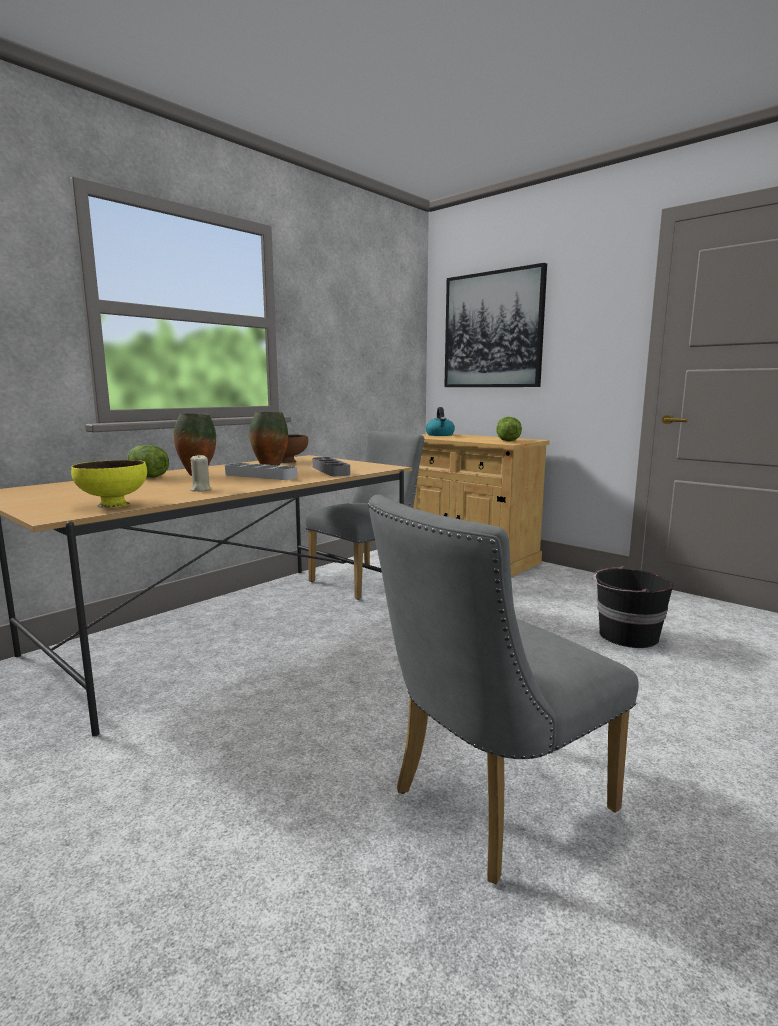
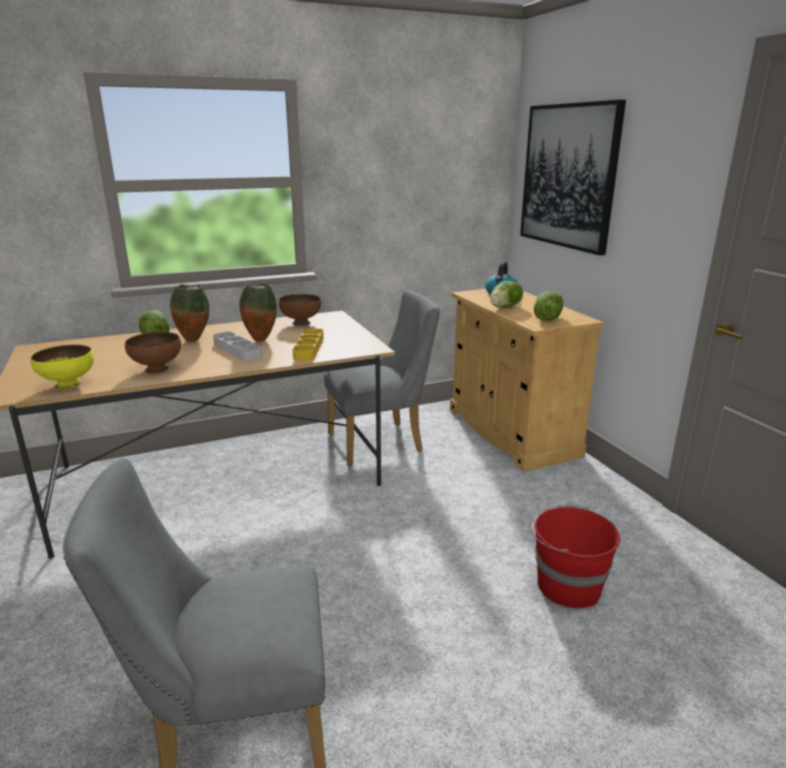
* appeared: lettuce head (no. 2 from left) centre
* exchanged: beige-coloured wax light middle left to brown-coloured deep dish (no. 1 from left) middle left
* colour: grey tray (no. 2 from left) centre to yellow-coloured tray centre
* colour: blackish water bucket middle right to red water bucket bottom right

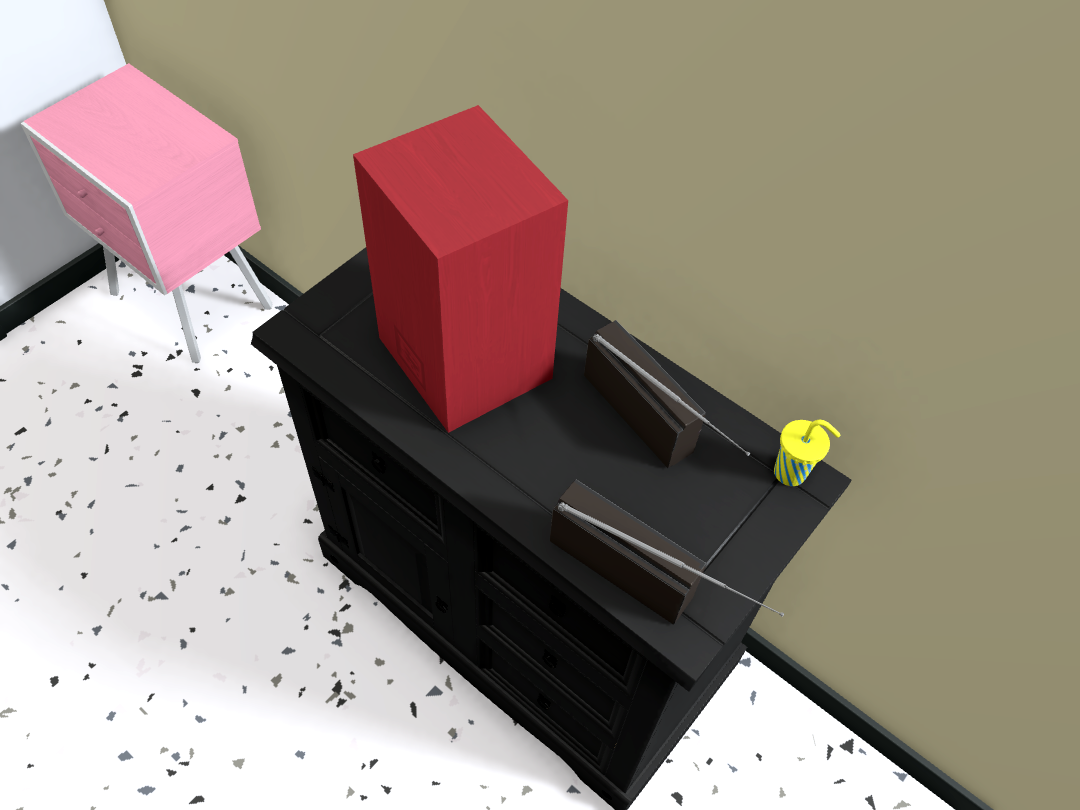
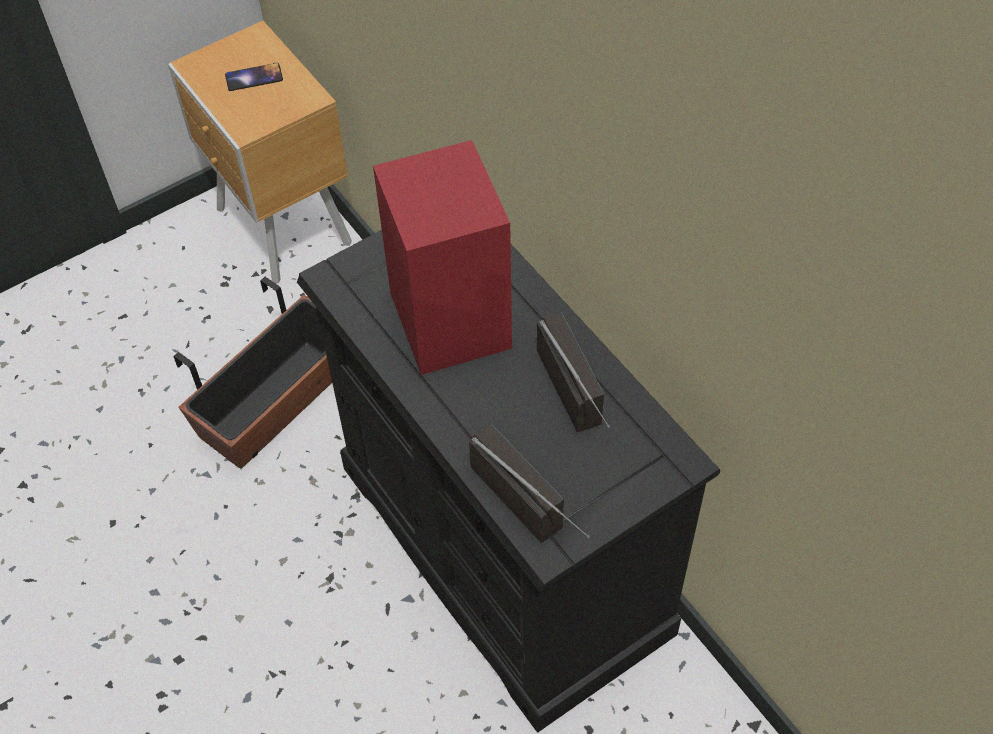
* missing: yellow-coloured small cup middle right
* appeared: plant pot middle left
* appeared: handset top left
* colour: pink-coloured nightstand top left to brown-coloured nightstand top left

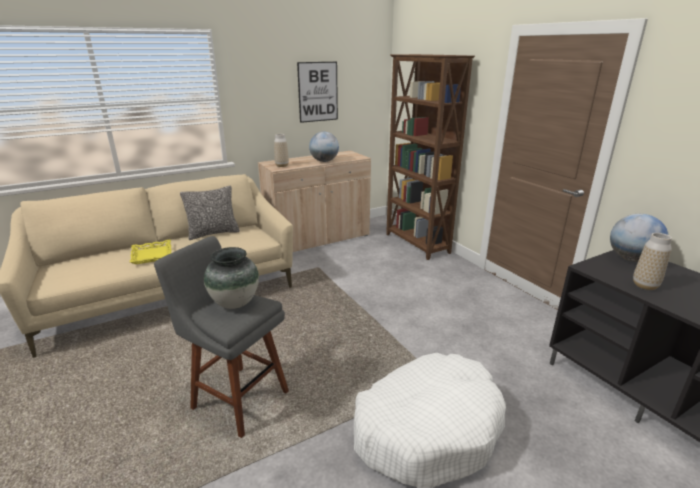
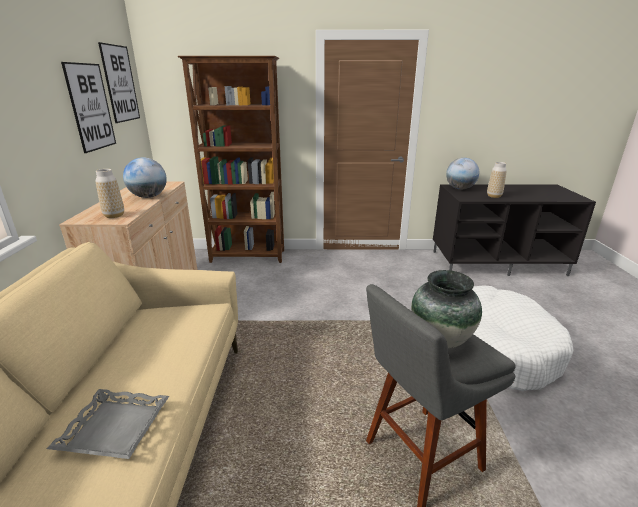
* missing: pillow middle left
* appeared: picture (no. 2 from left) top left
* colour: yellow-coloured tray middle left to grey tray bottom left

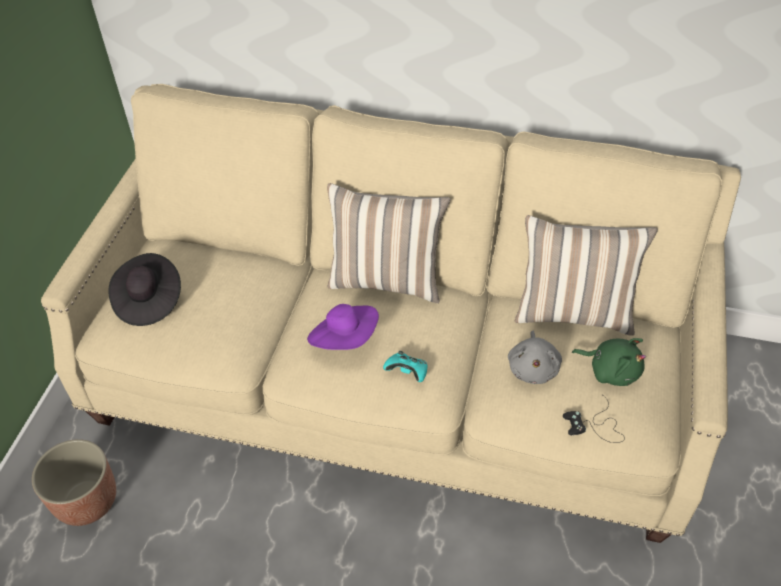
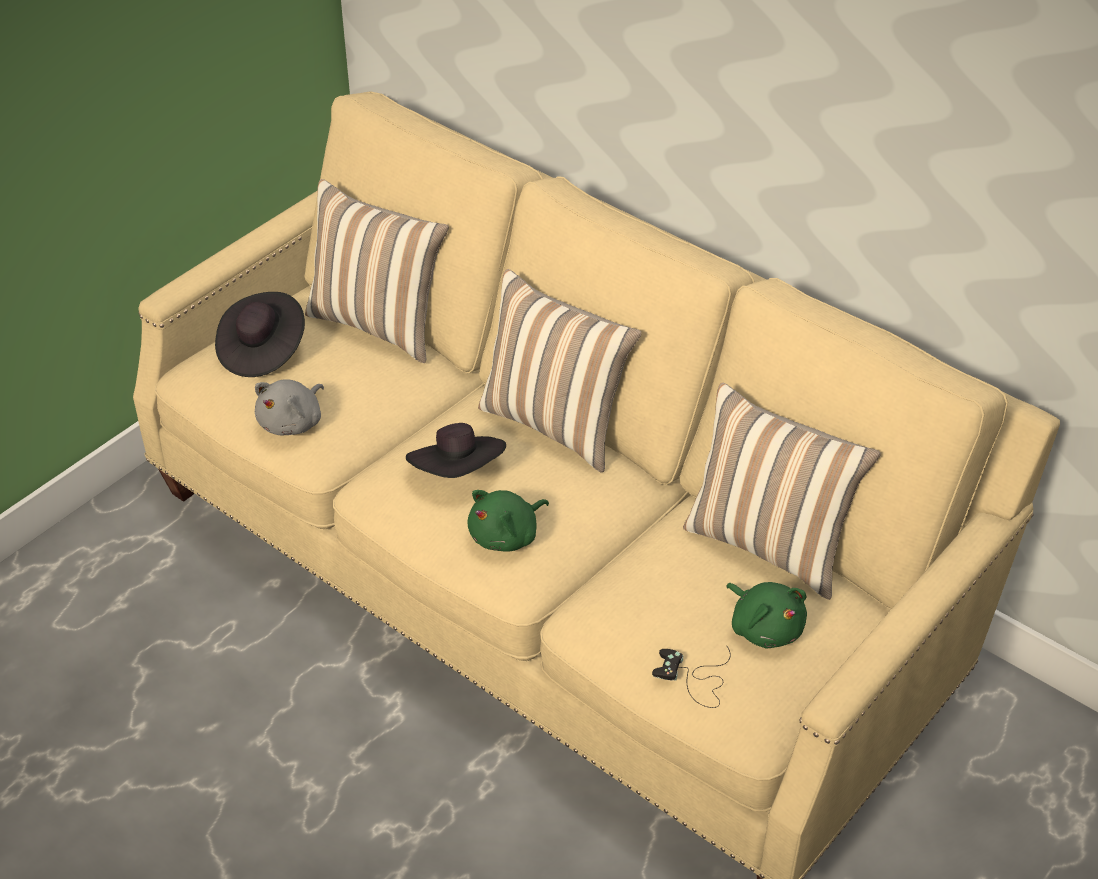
* missing: plant pot bottom left
* appeared: pillow (no. 1 from left) top centre
* relocated: grey soft toy middle right to middle left
* exchanged: blue-green gamepad centre to green-coloured soft toy (no. 1 from left) centre
* colour: purple hat centre to blackish hat (no. 2 from left) centre

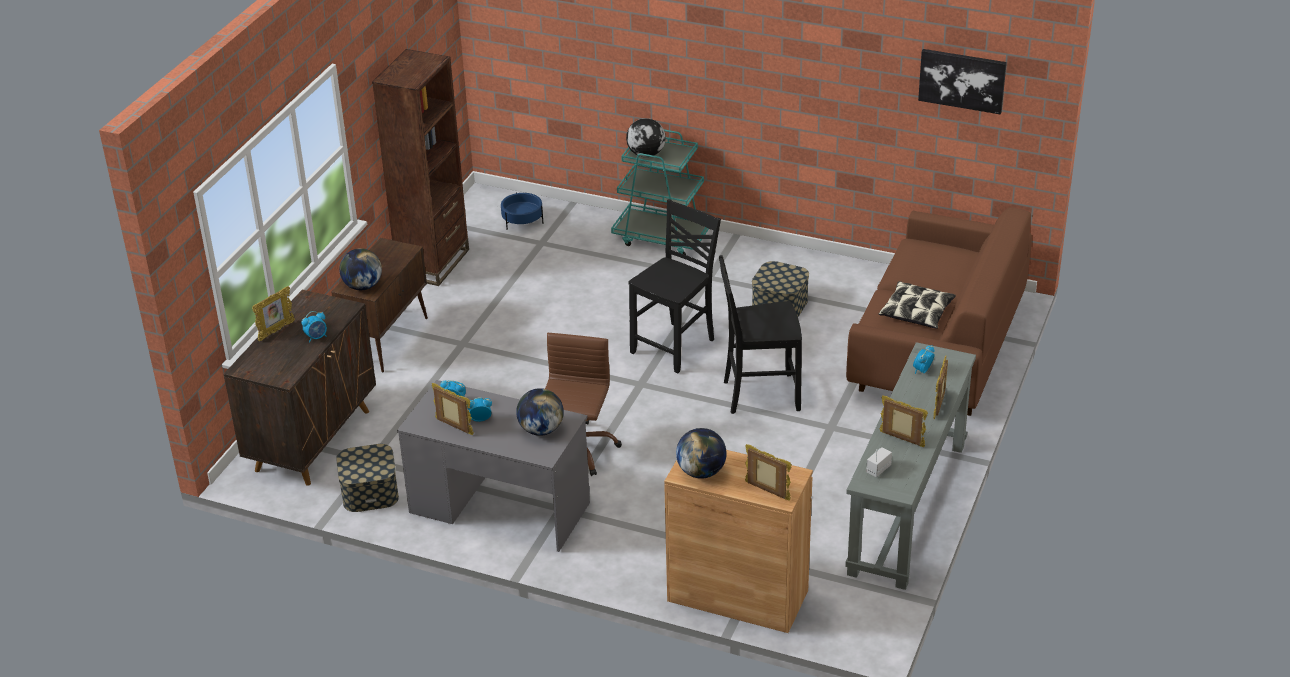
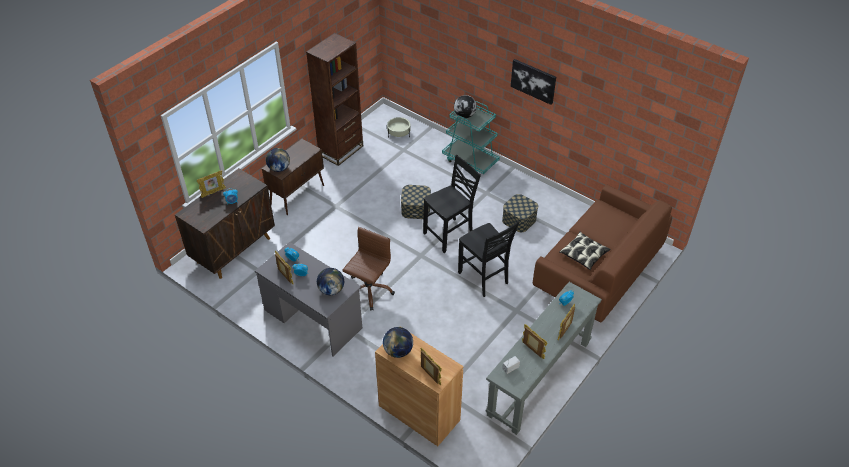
* relocated: storage box (no. 1 from left) bottom left to centre
* relocated: picture top right to top centre
* colour: bluish plant pot top centre to beige-coloured plant pot top centre
* spun: blackish chair (no. 2 from left) centre = centre 135 degrees counterclockwise

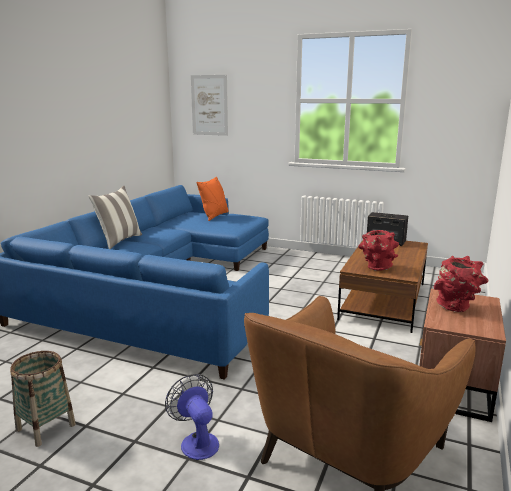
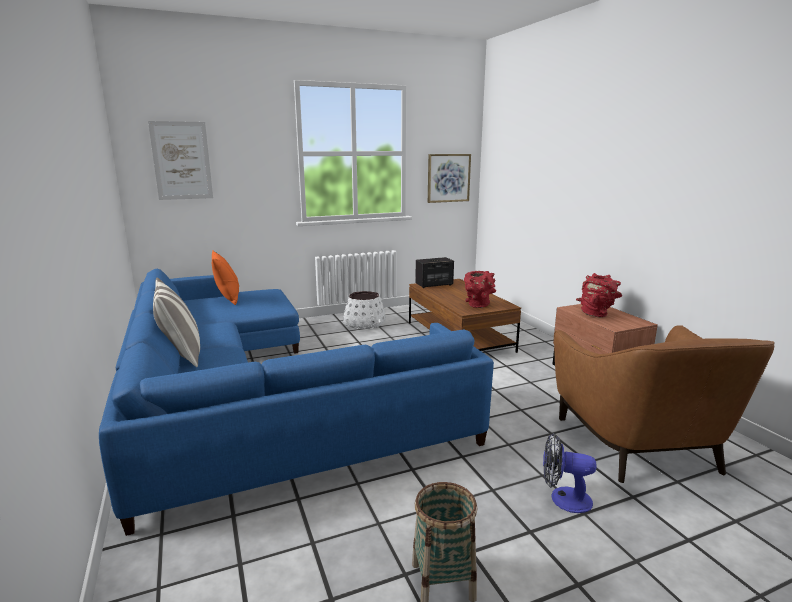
* appeared: white-coloured plant pot centre
* appeared: picture (no. 2 from left) top centre

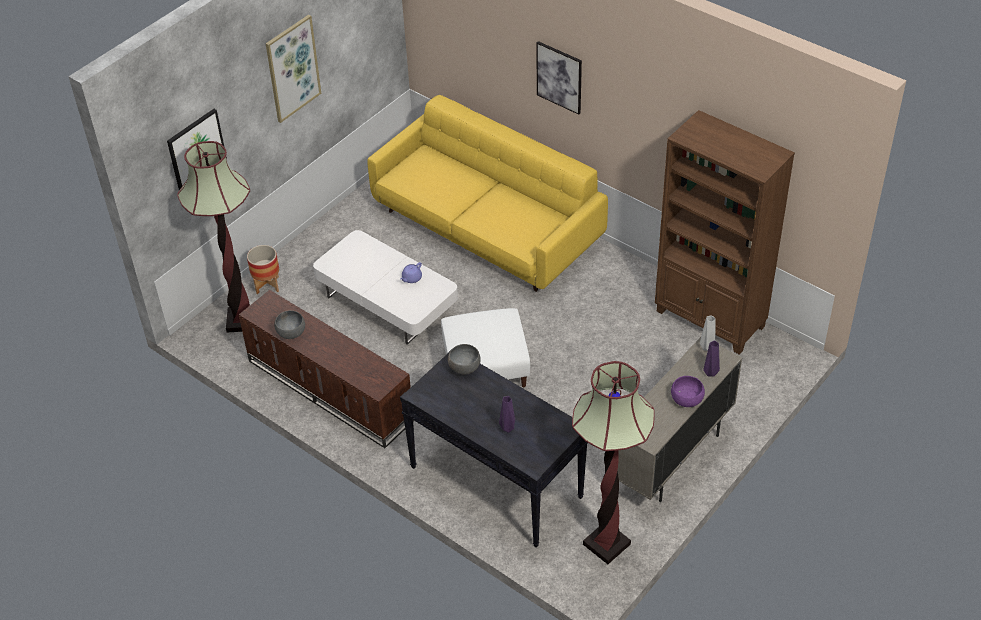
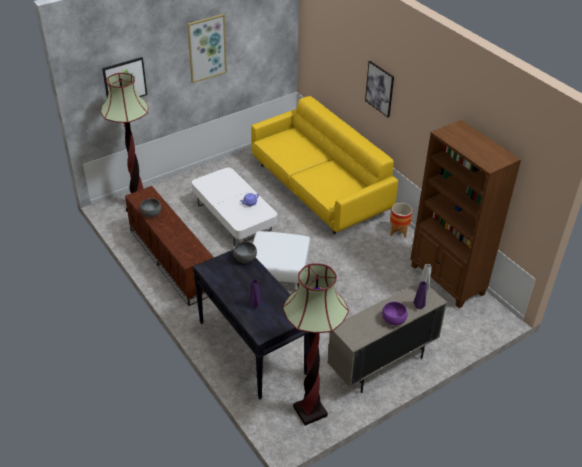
* relocated: plant pot middle left to middle right

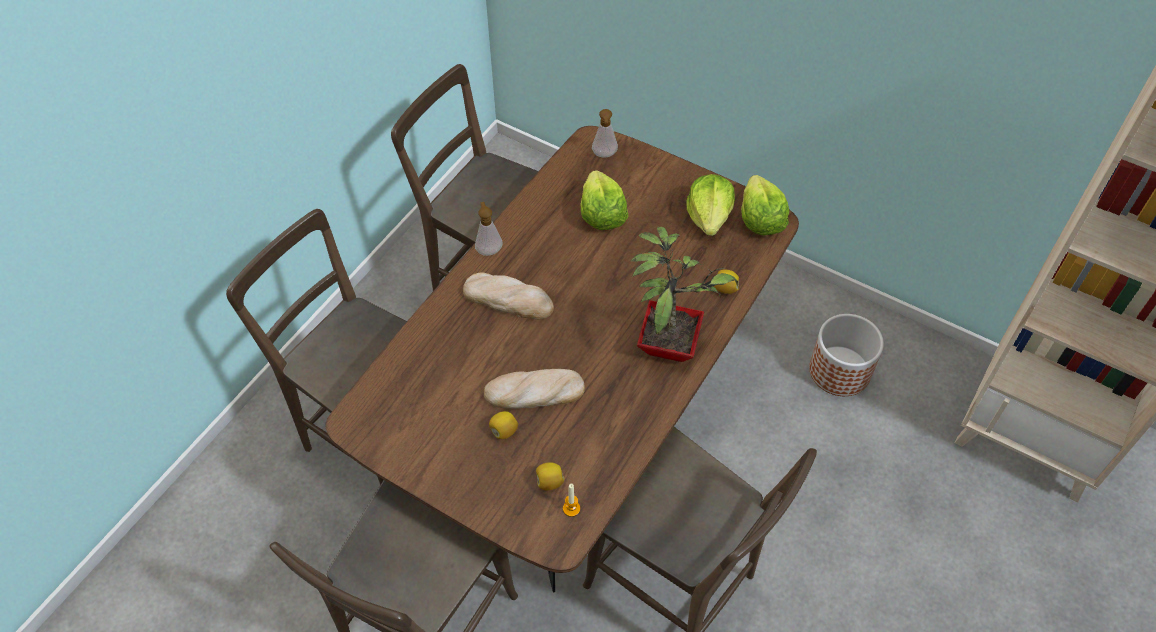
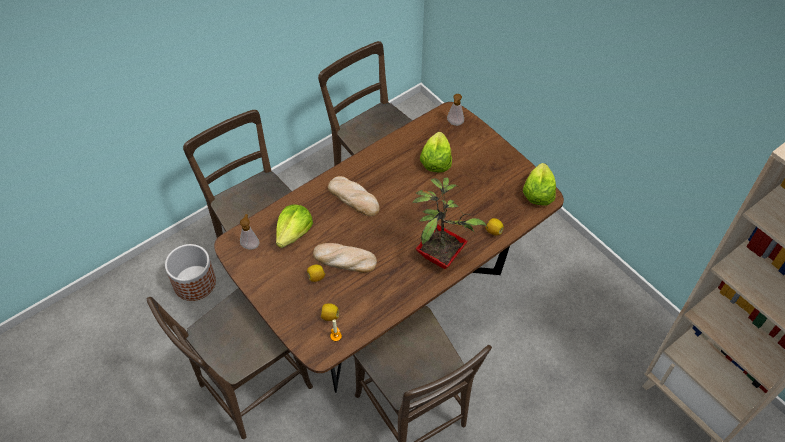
* relocated: soap bottle (no. 1 from left) centre to middle left
* relocated: lettuce head (no. 2 from left in the first image) top centre to lettuce head (no. 1 from left) centre
* relocated: plant pot middle right to middle left

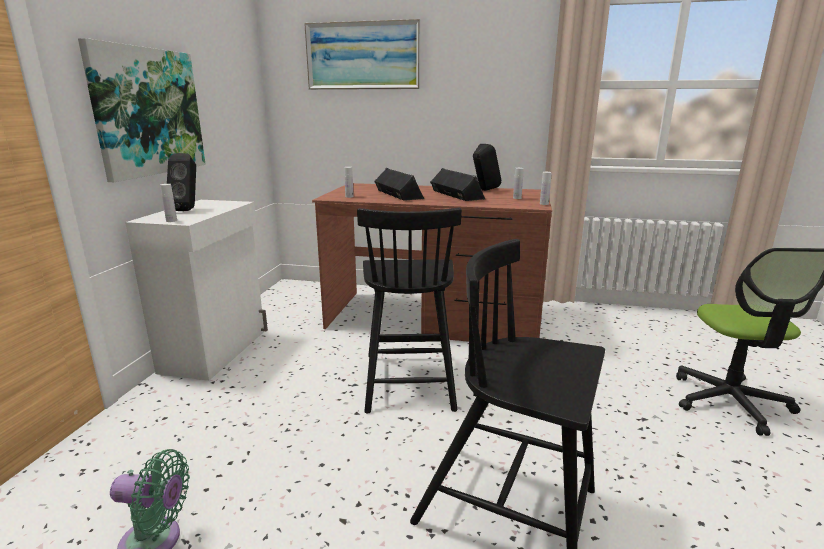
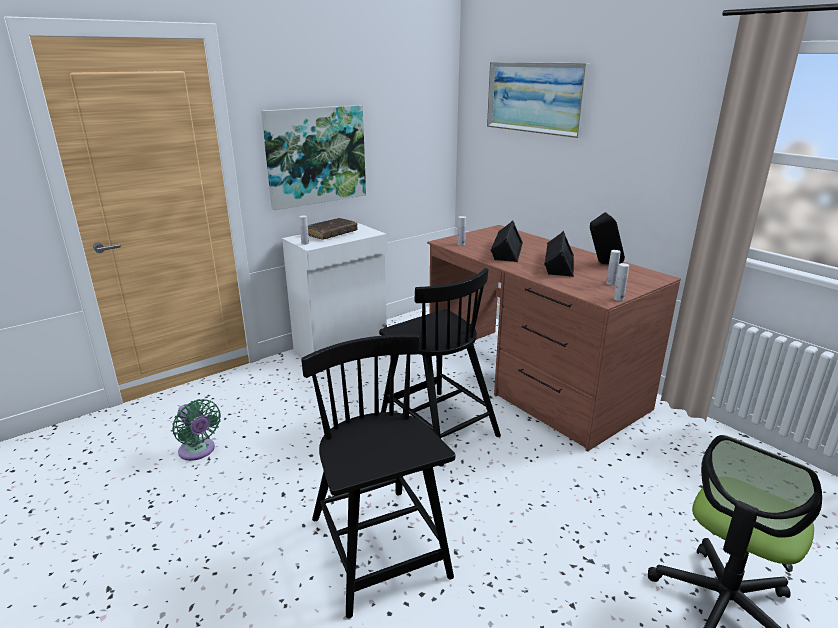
* exchanged: blackish loudspeaker (no. 1 from left) top left to brown-coloured bound book centre
* spun: blackish chair (no. 1 from left in the first image) centre = centre 75 degrees counterclockwise

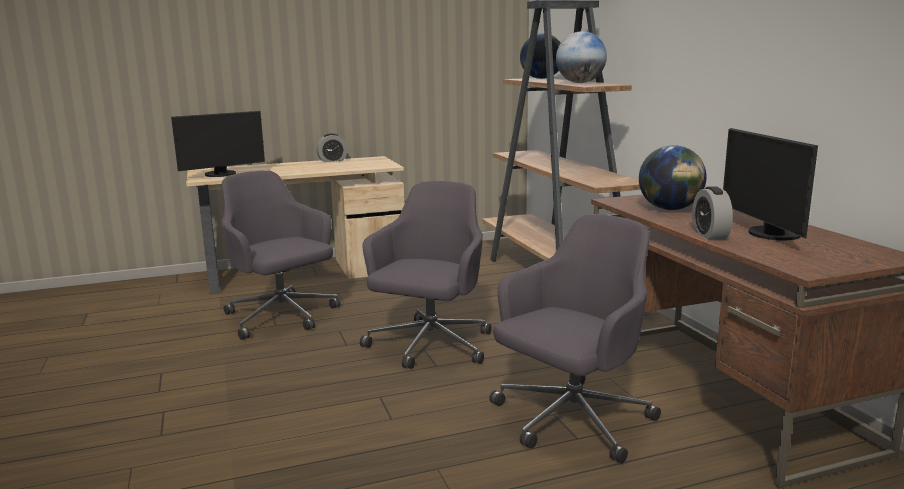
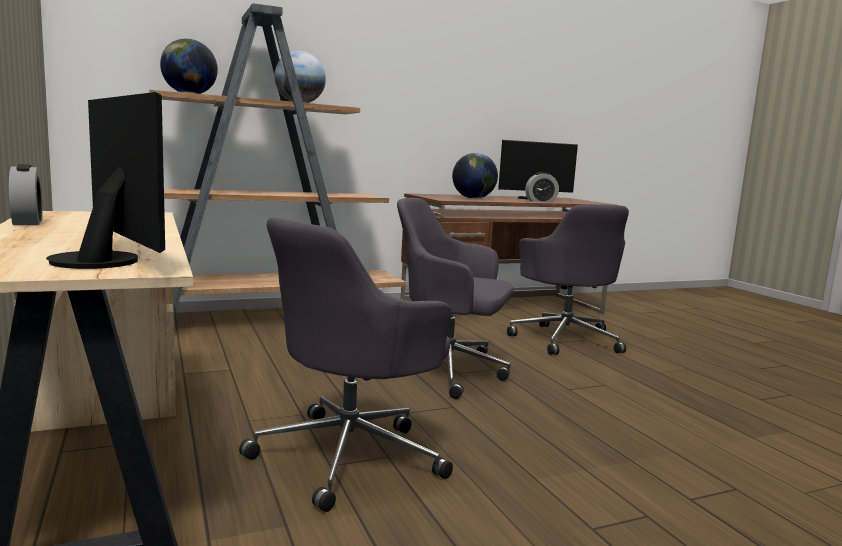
* spun: grey computer chair (no. 3 from left) bottom centre = middle right 150 degrees counterclockwise

